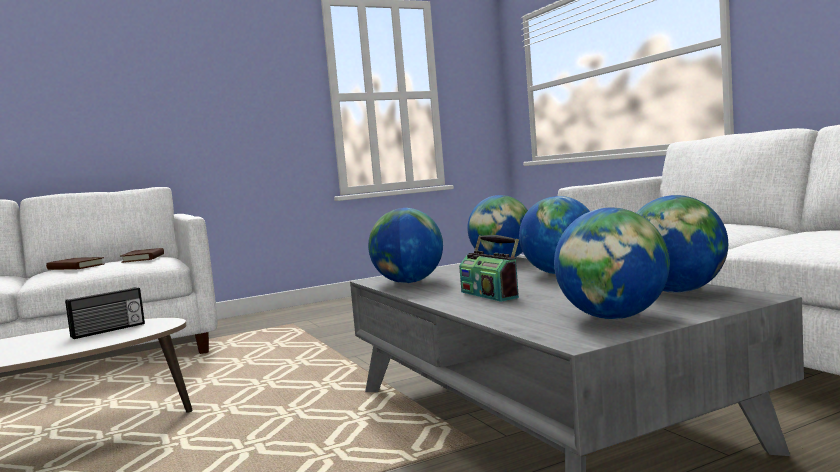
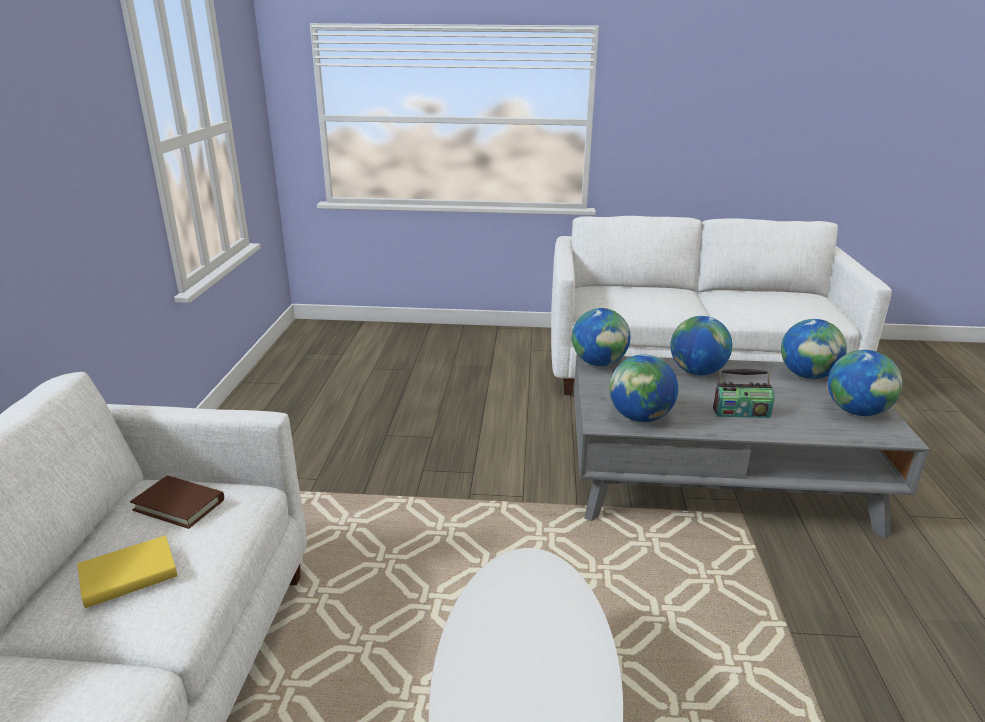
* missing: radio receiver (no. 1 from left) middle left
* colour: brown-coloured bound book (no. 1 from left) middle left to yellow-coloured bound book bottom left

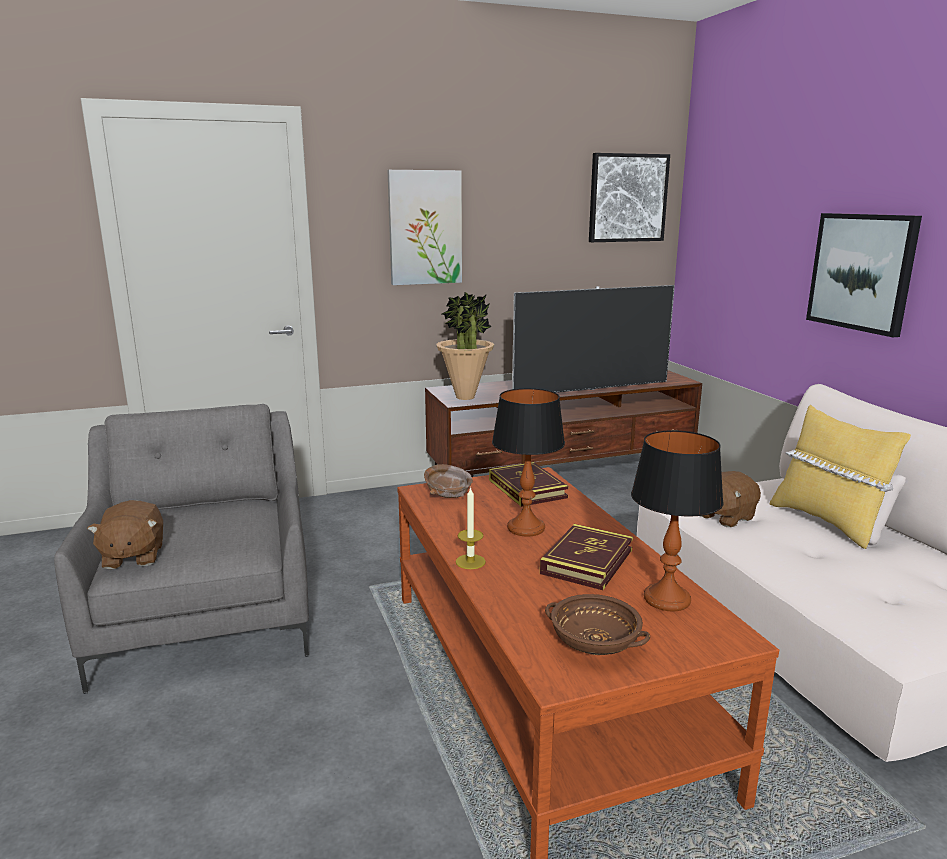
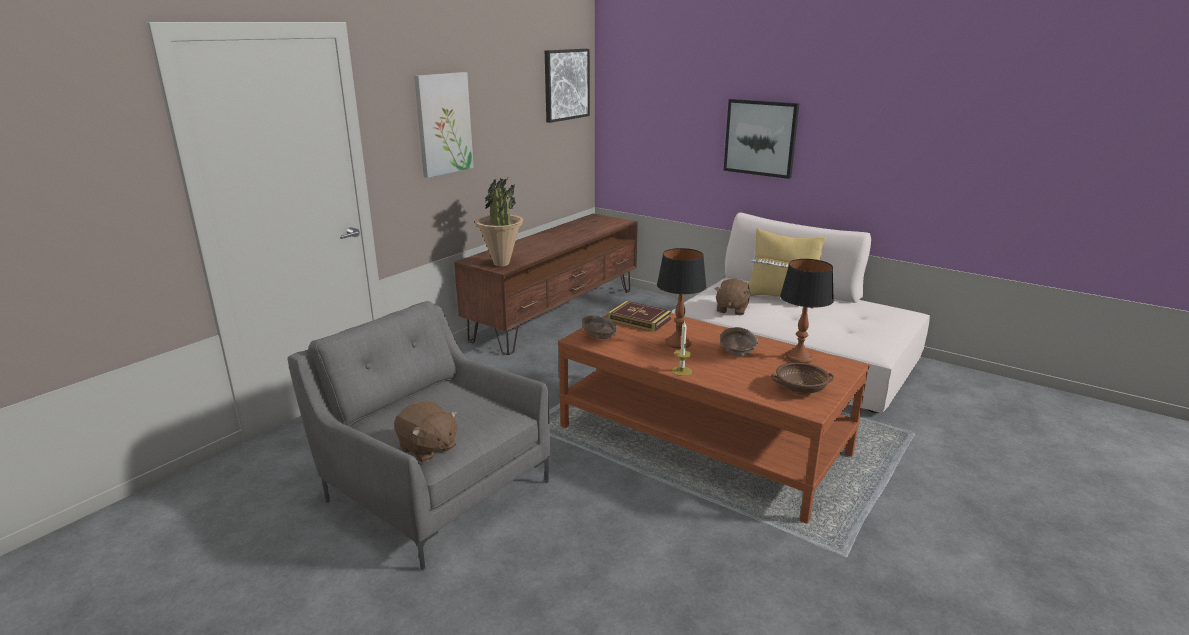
* missing: TV set centre
* exchanged: bound book (no. 2 from left) centre to brown-coloured deep dish (no. 2 from left) centre

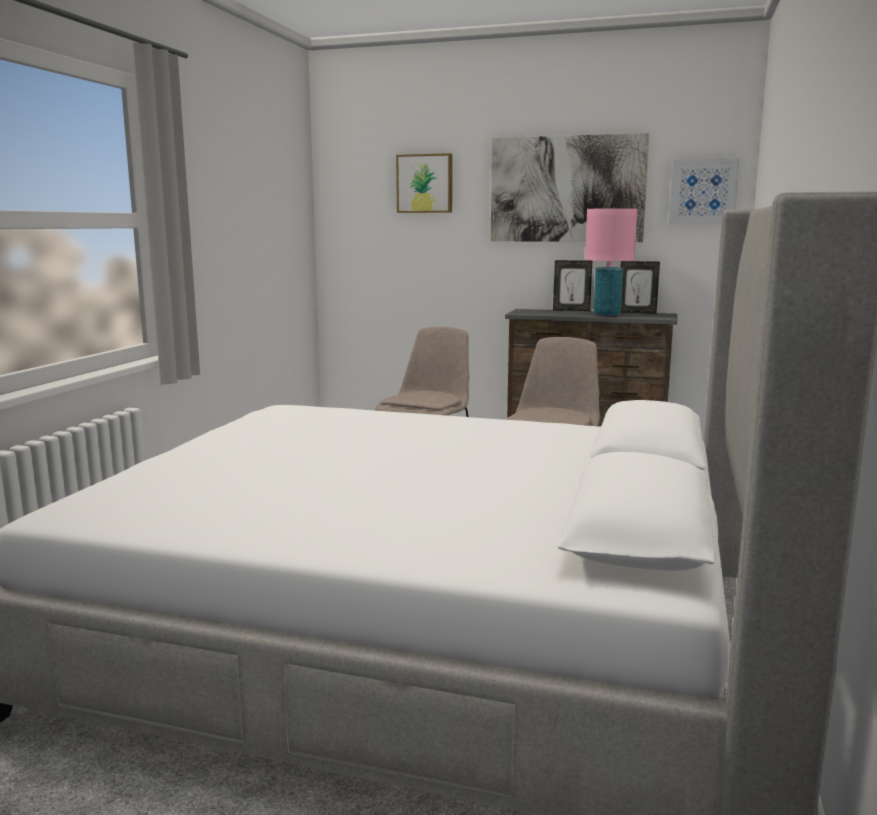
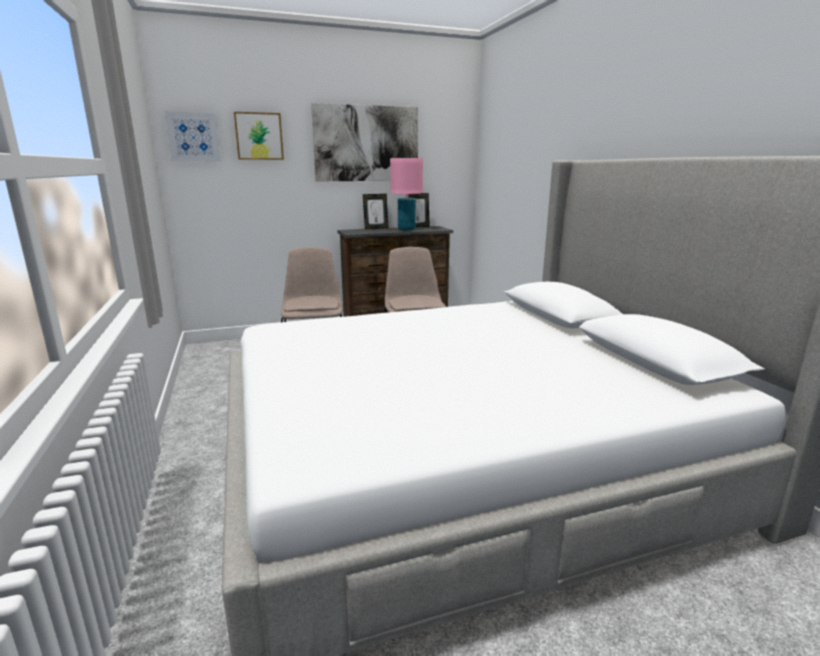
* relocated: picture (no. 3 from left in the first image) top right to picture (no. 1 from left) top left

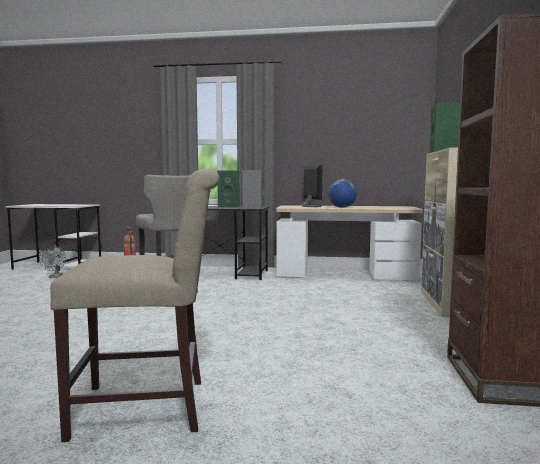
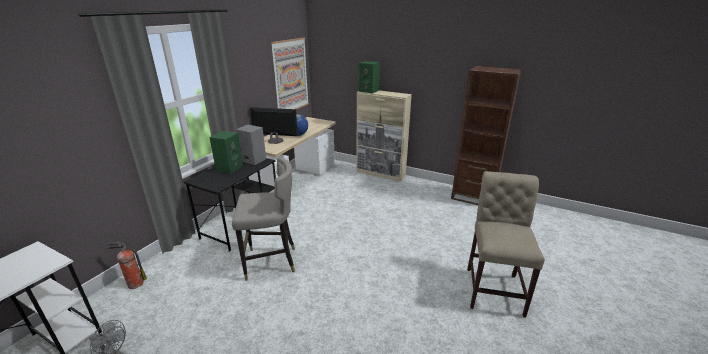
* appeared: picture top centre

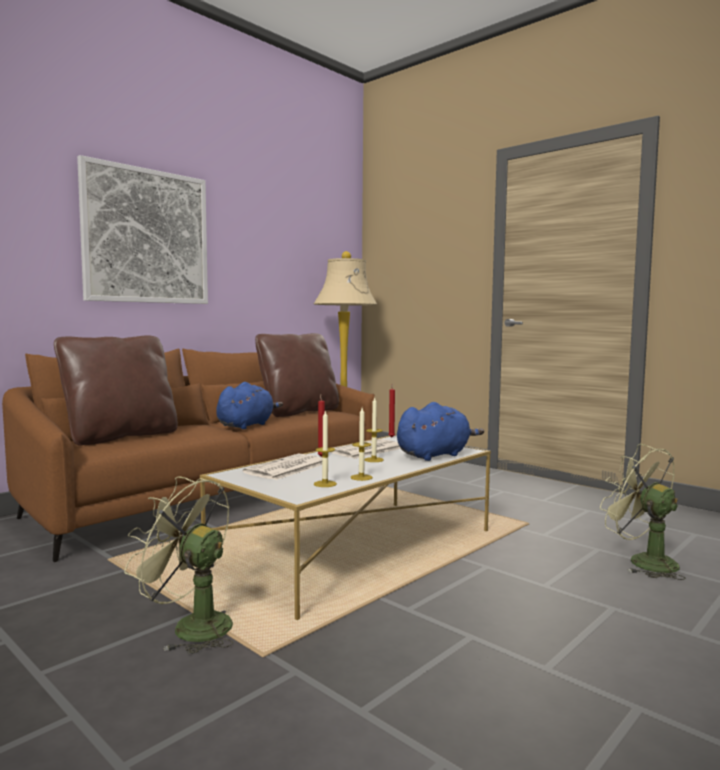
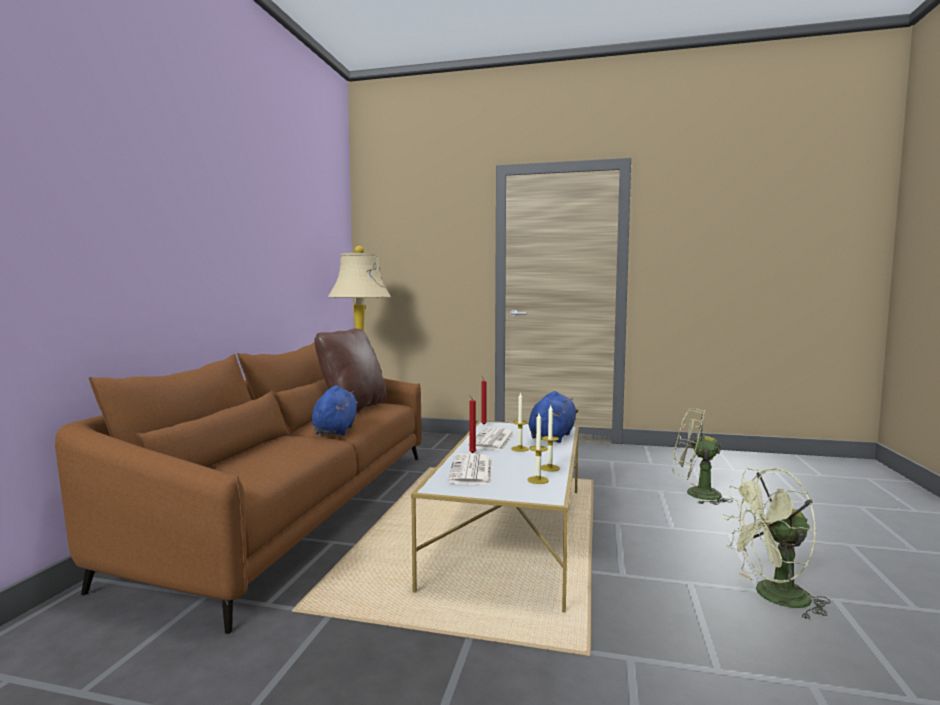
* missing: brown-coloured pillow (no. 1 from left) middle left
* missing: picture top left
* relocated: green-coloured electric fan (no. 1 from left in the first image) bottom left to green-coloured electric fan (no. 2 from left) bottom right

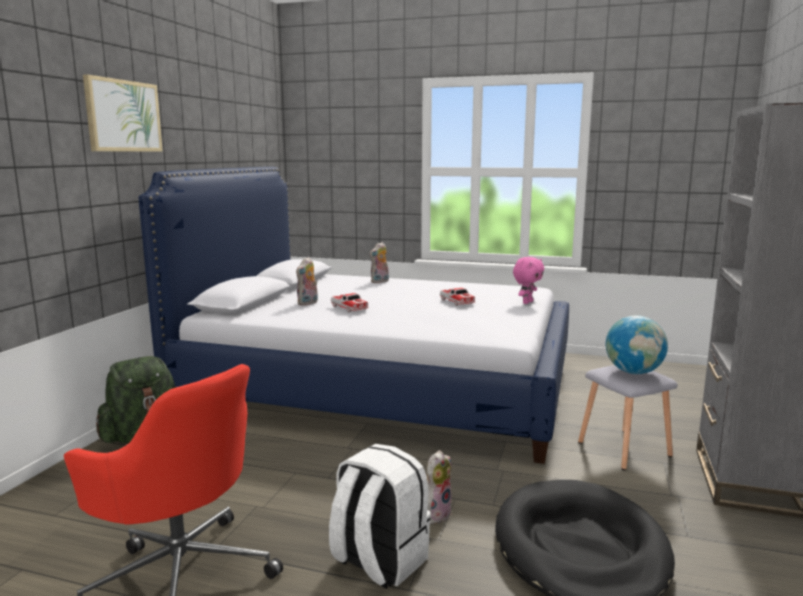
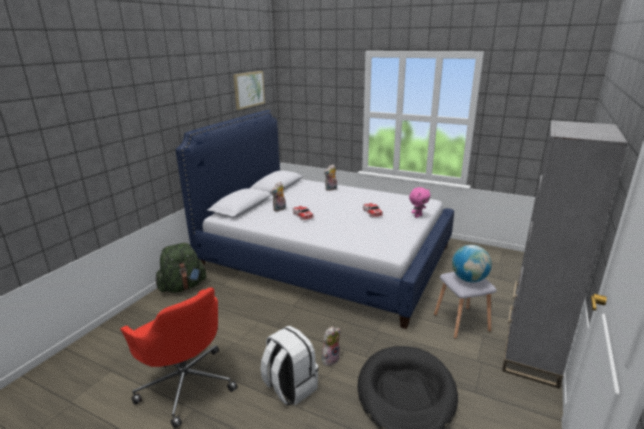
* relocated: picture top left to top centre

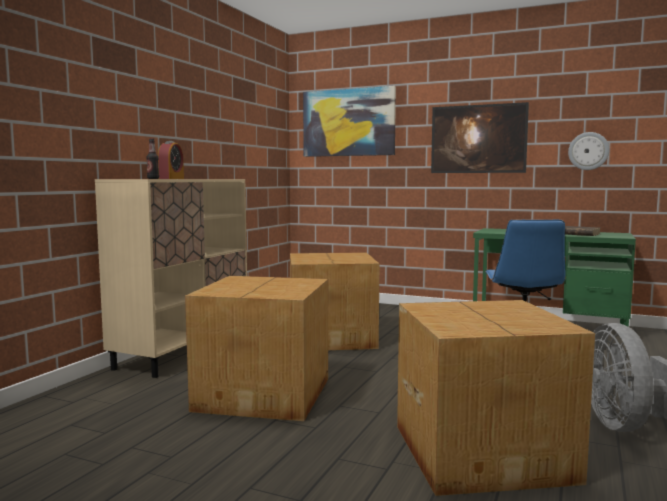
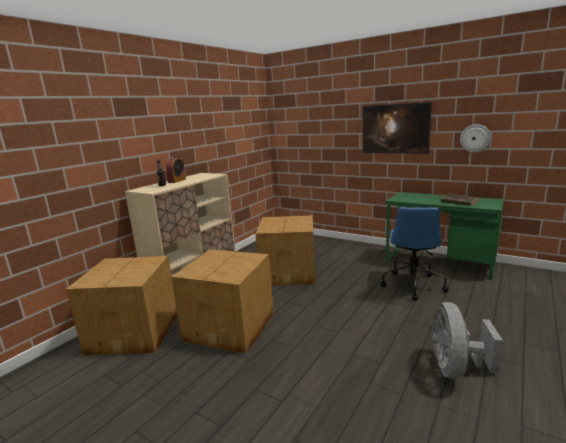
* missing: picture (no. 1 from left) top centre
* relocated: cardboard box (no. 3 from left in the first image) bottom right to cardboard box (no. 1 from left) bottom left

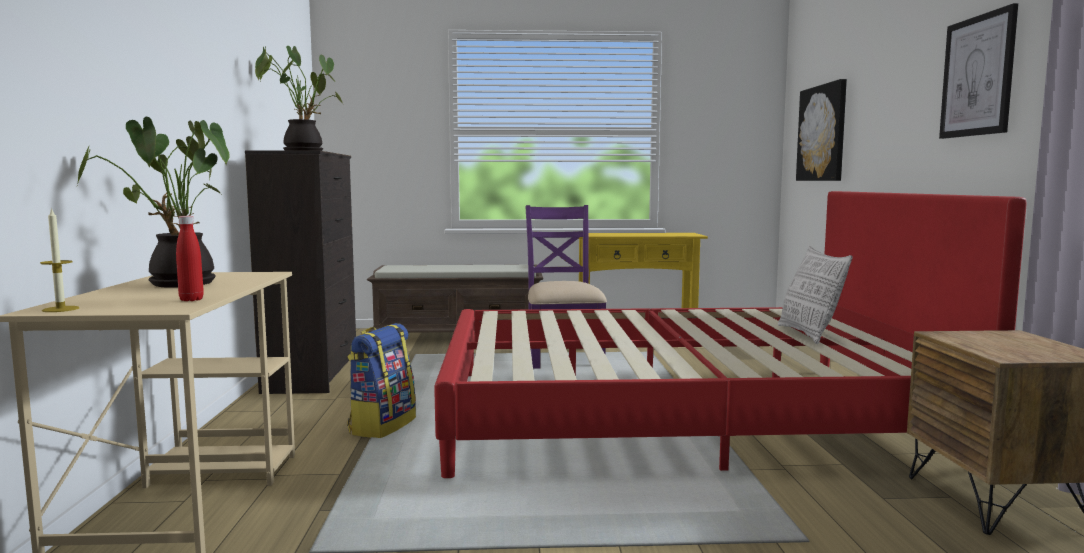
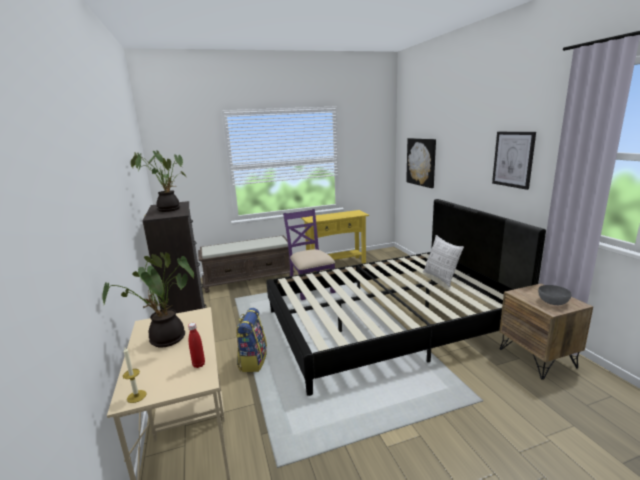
* appeared: grey deep dish middle right
* colour: red bed middle right to blackish bed centre

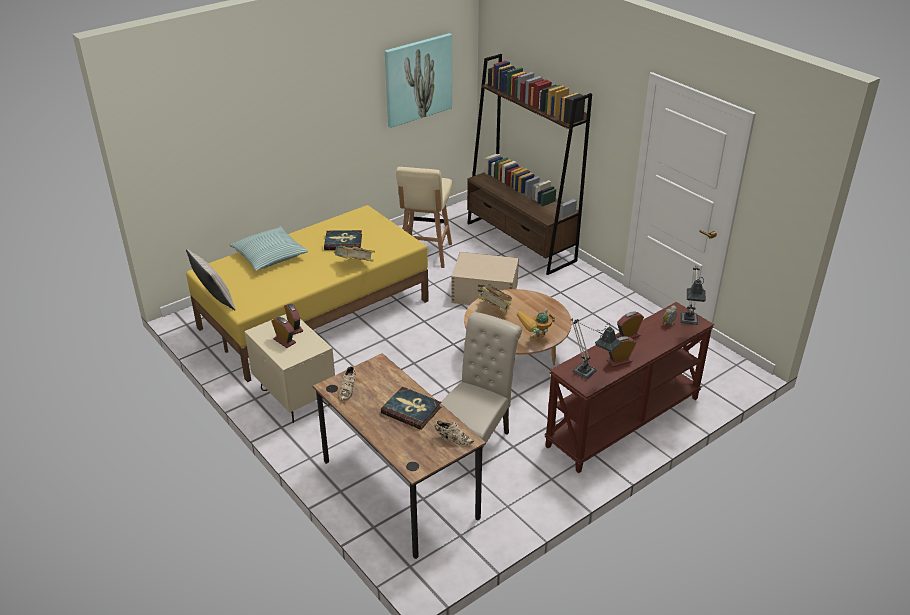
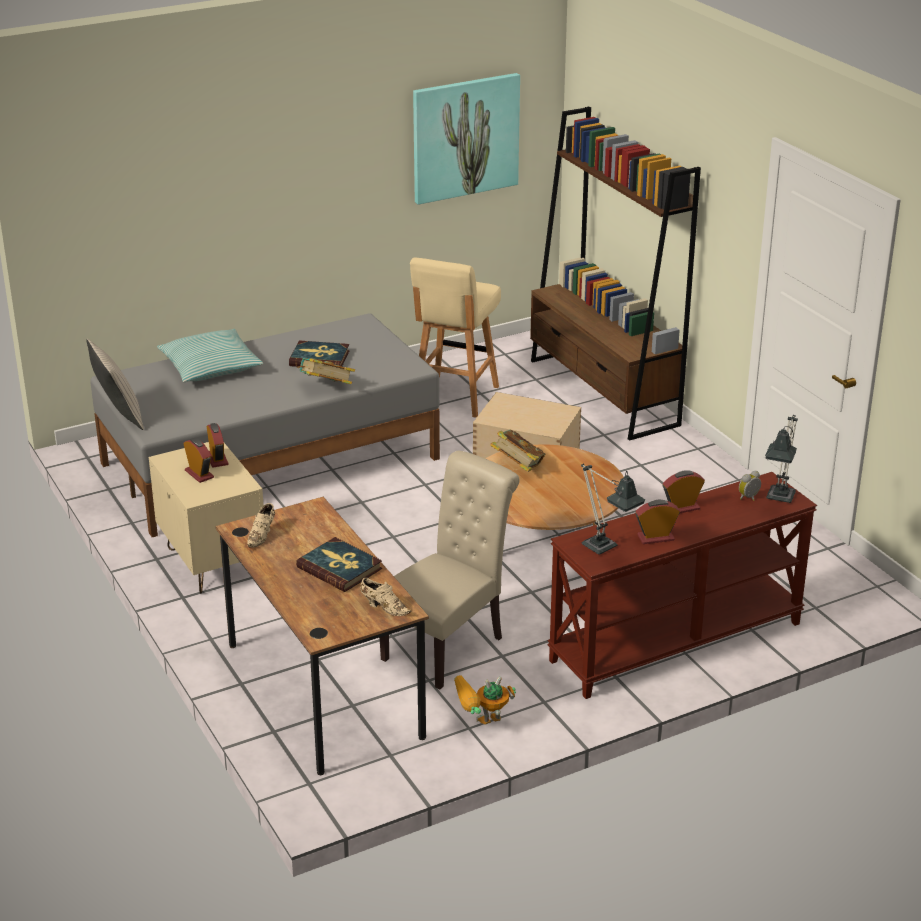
* relocated: model robot centre to bottom centre
* colour: yellow-coloured bed centre to grey bed middle left

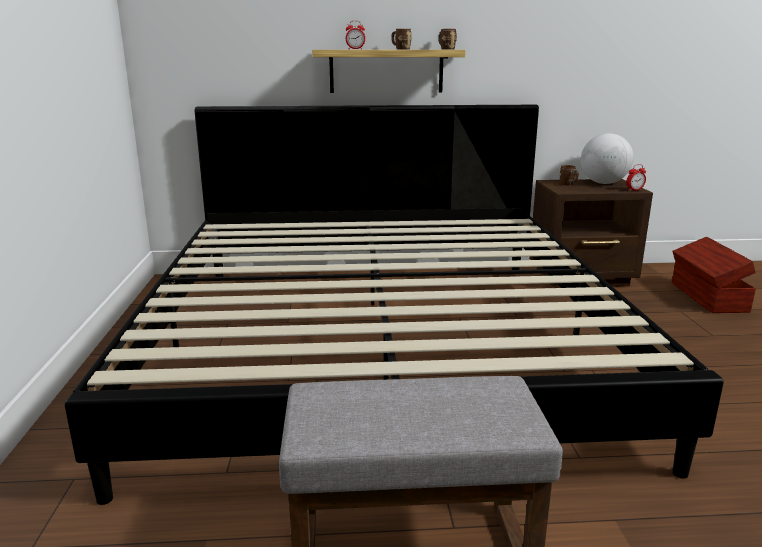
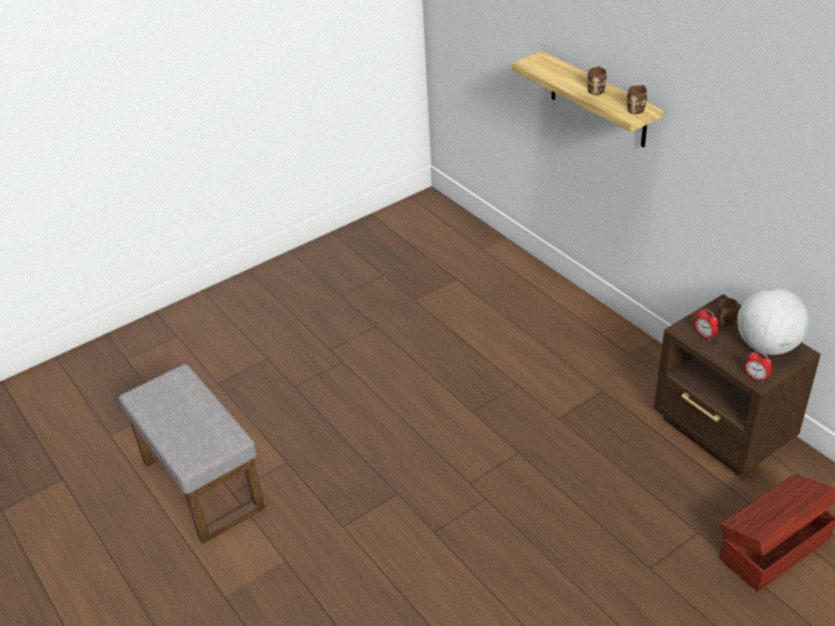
* missing: bed centre
* relocated: alarm clock (no. 1 from left) top centre to middle right

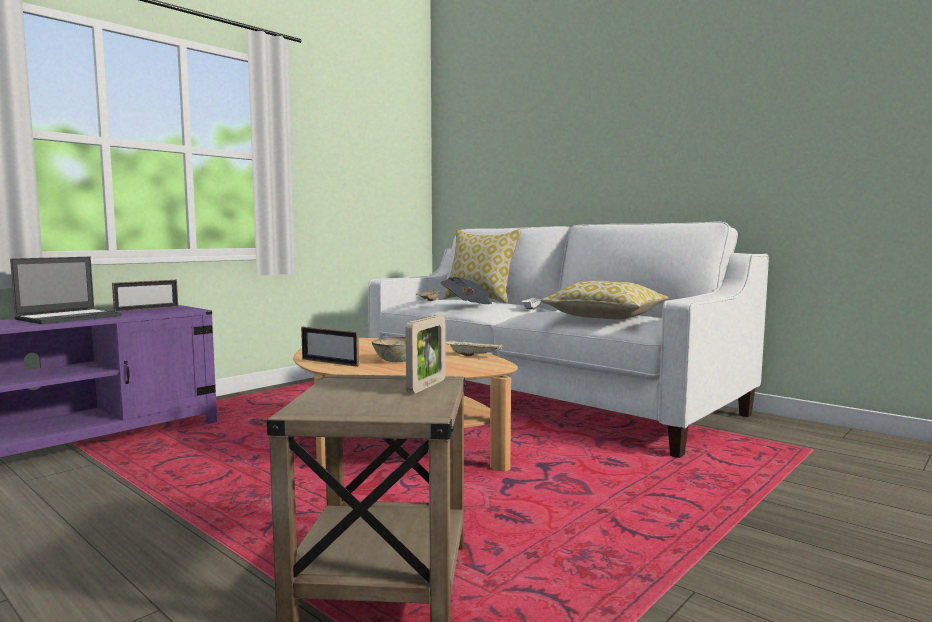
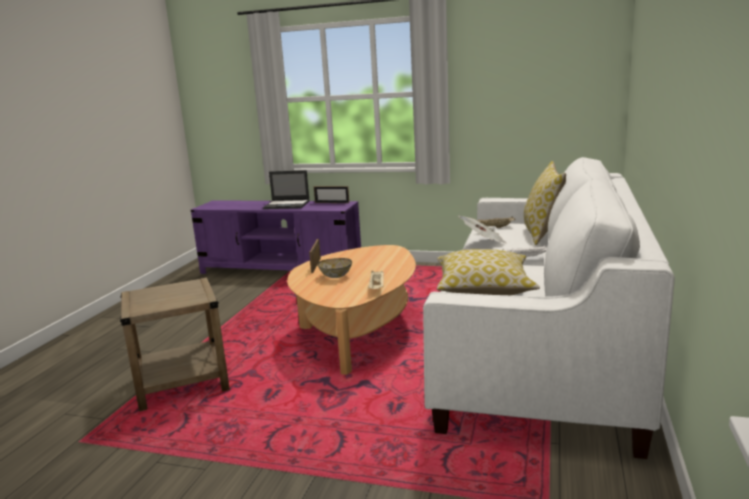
* missing: picture frame (no. 3 from left) centre

